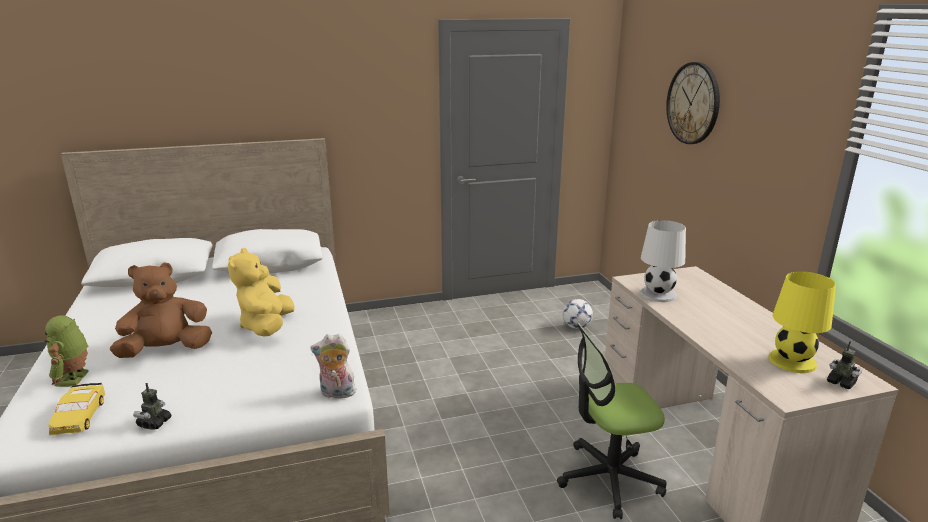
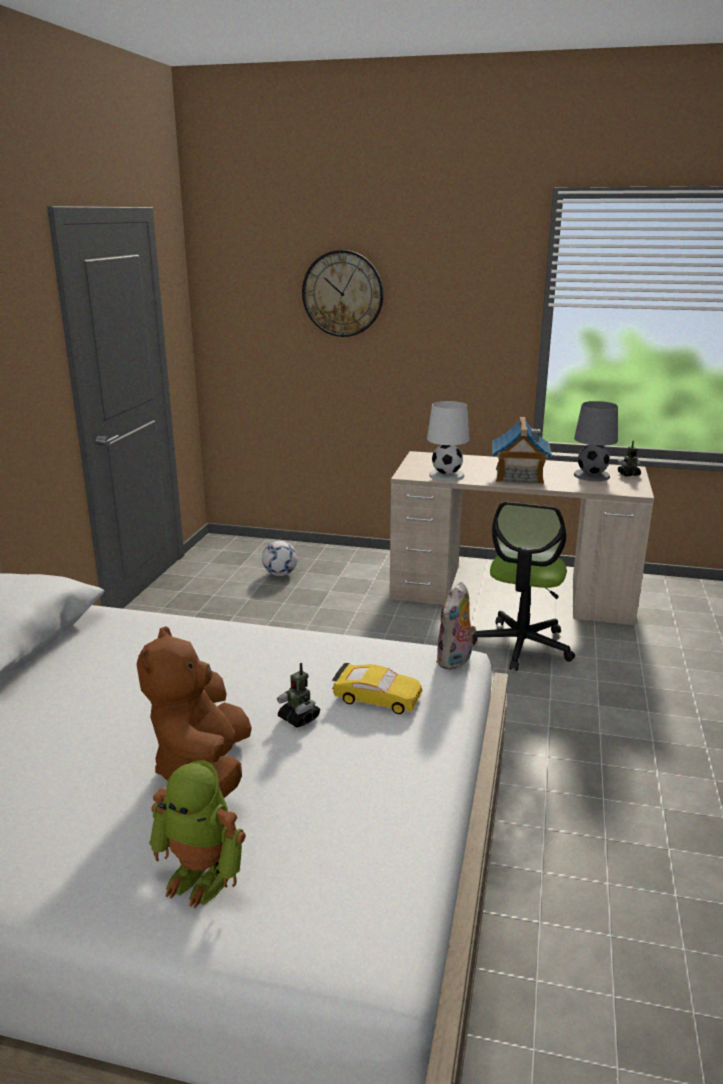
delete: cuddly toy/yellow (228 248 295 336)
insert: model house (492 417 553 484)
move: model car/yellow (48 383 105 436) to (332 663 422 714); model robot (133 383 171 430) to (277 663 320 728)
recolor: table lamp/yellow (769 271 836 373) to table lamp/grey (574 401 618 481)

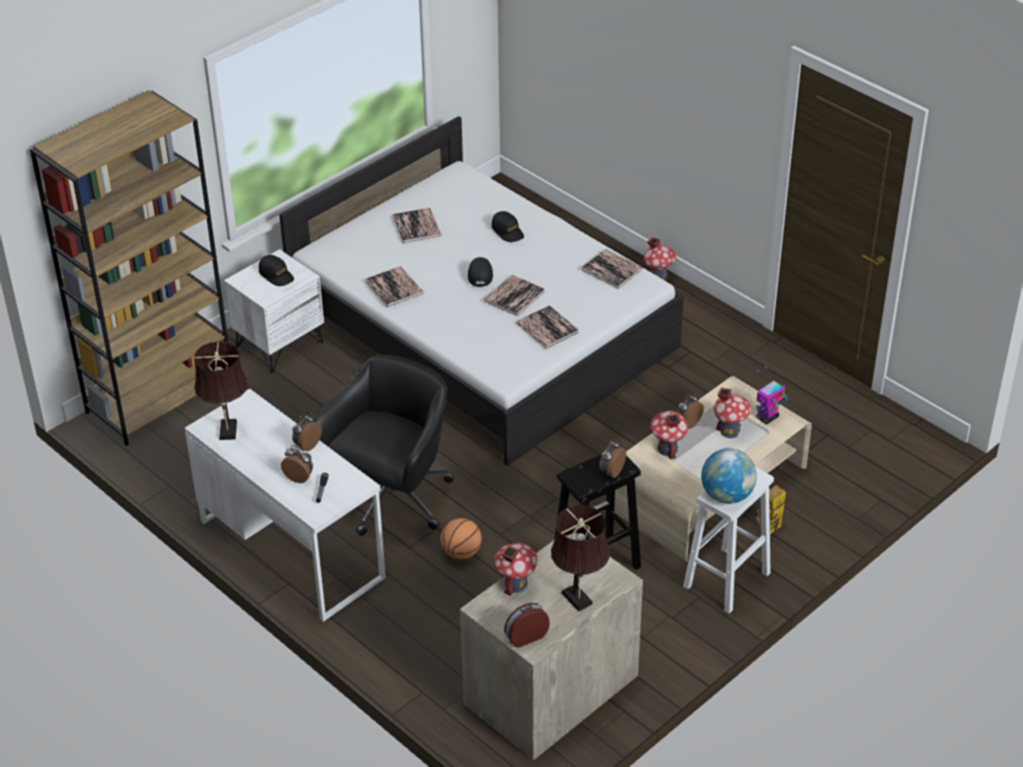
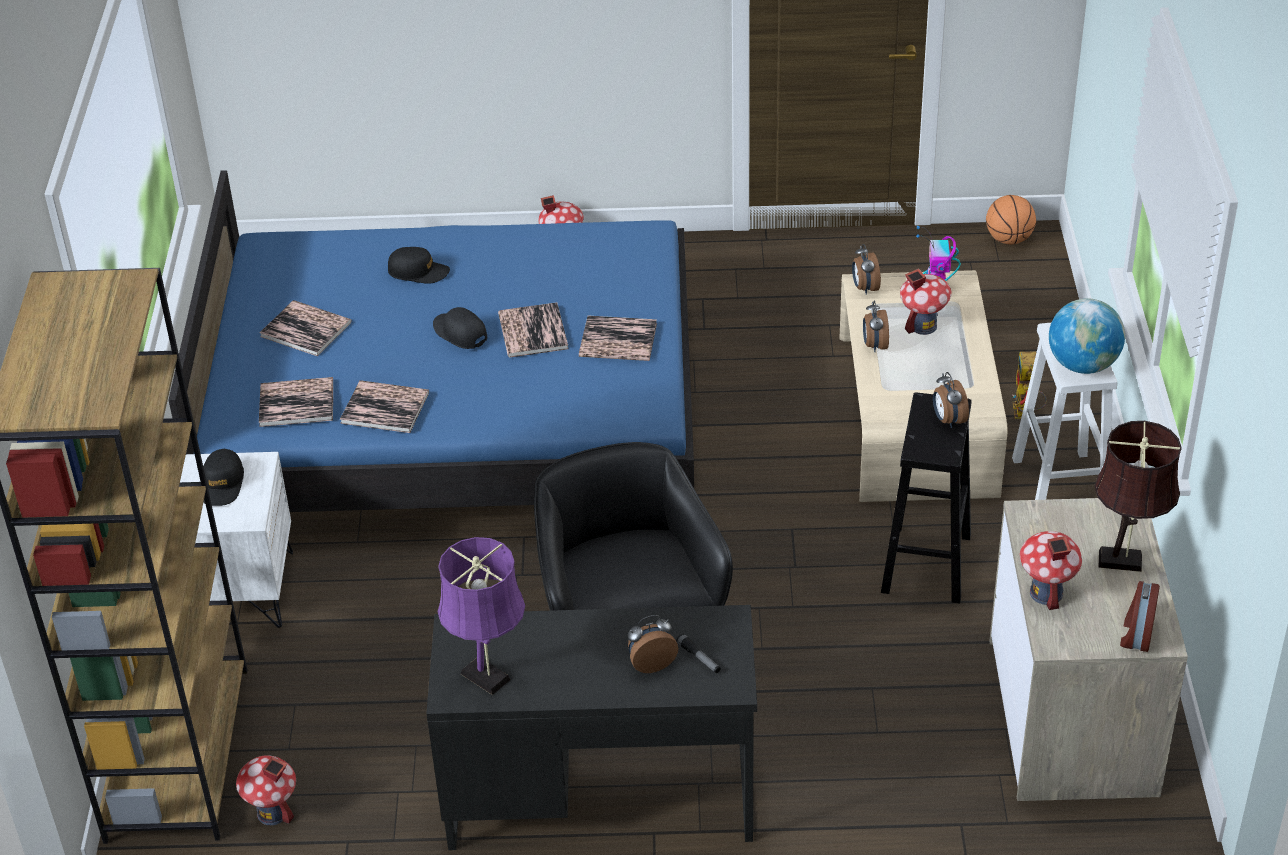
move: table clock (292 413 322 451) to (852 244 881 295); ball for basketball (440 518 482 559) to (986 195 1036 245); volume (581 249 643 289) to (259 377 333 427); model house (650 411 688 459) to (236 755 296 825)
recolor: desk unit/white (185 389 386 622) to desk unit/black (426 605 757 850); table lamp/brown-coloured (194 341 248 440) to table lamp/purple (438 537 525 695); bedroom bed/white (279 116 684 466) to bedroom bed/blue-coloured (168 170 694 512)
rotate: cap/black (259 255 294 286) = (203 449 244 506) 90 degrees clockwise

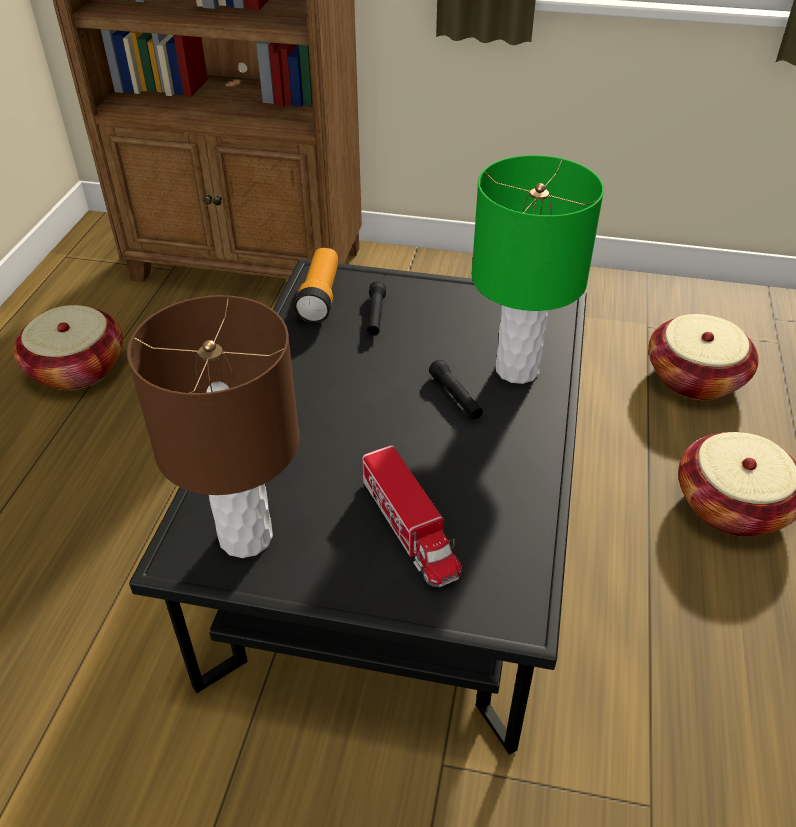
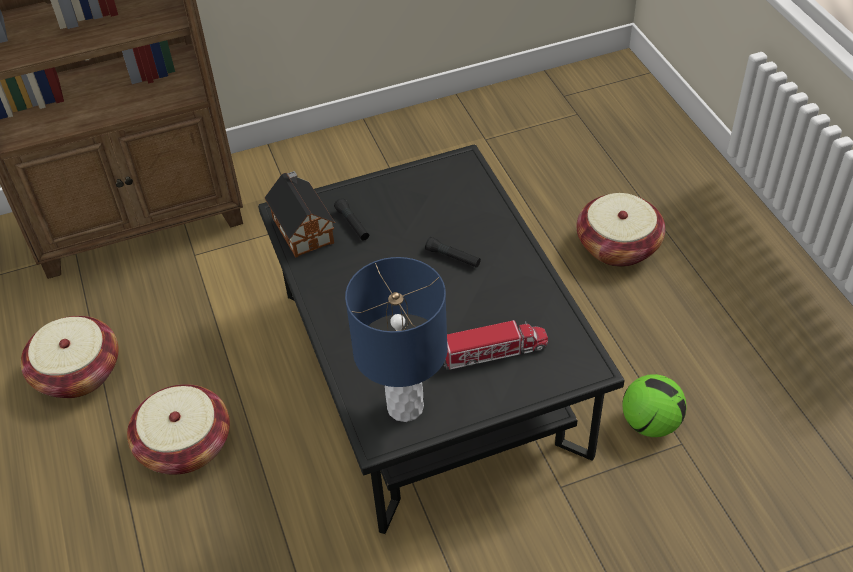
delete: table lamp/green-coloured (471 155 604 384)
insert: football (622 374 686 437)
move: basket (648 314 759 400) to (127 384 230 475)
replace: hand torch (294 248 338 323) to model house (264 171 335 258)
recolor: table lamp/brown-coloured (127 295 299 558) to table lamp/blue-coloured (345 257 448 422)
rotate: toy truck (362 445 462 587) = (444 320 548 370) 45 degrees counterclockwise

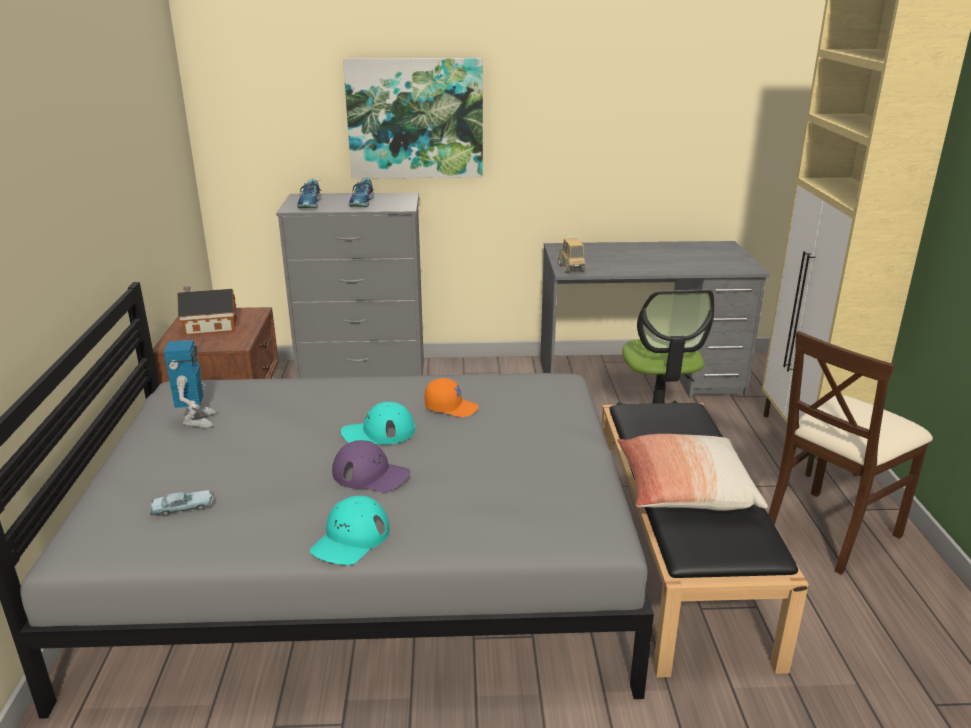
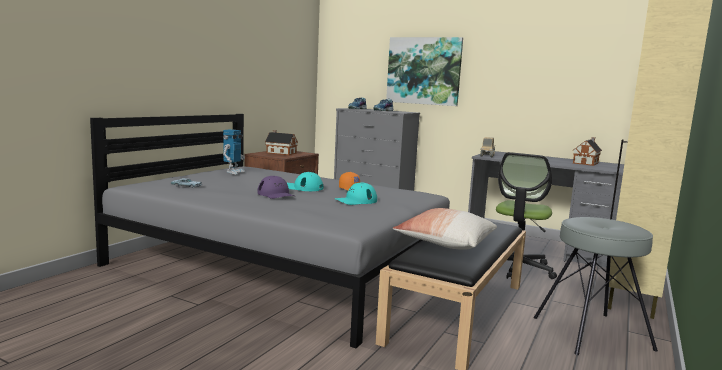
insert: model house (573 137 602 166)
move: cap/turquoise (310 496 390 565) to (334 183 377 205)
replace: plain chair/beige-coloured (768 331 933 575) to stool/grey (534 217 658 355)

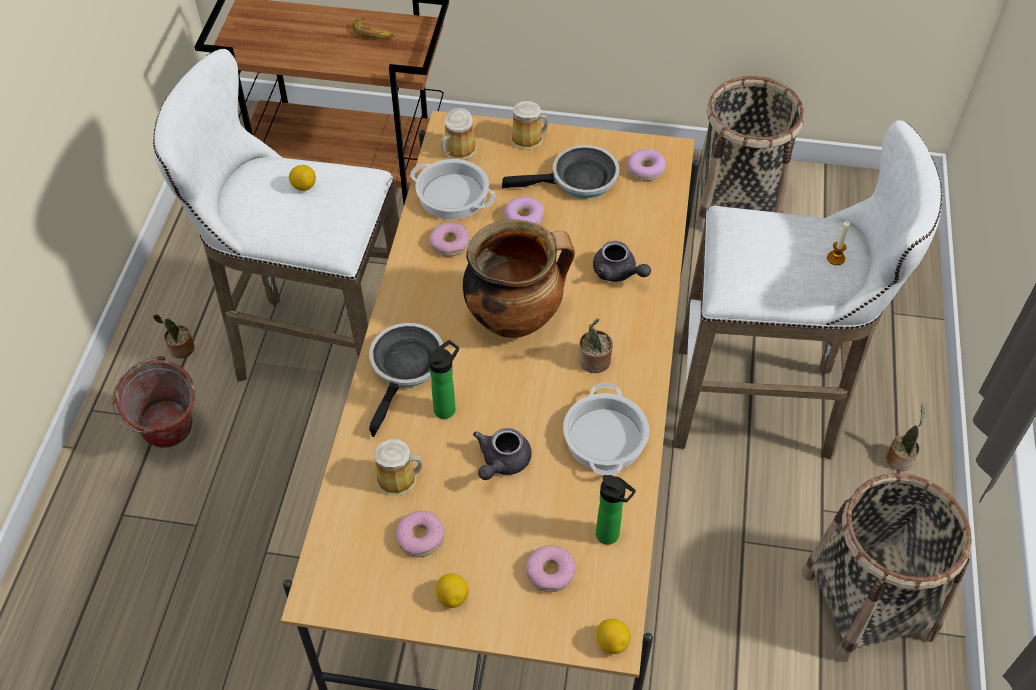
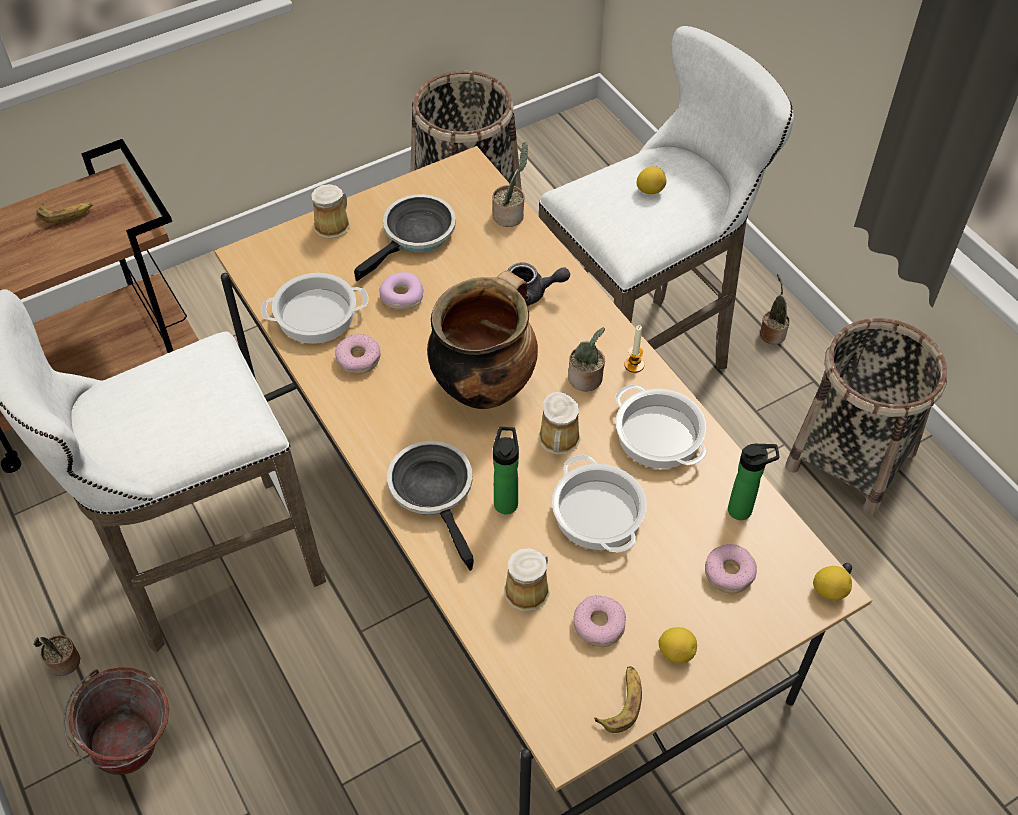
delete: ring doughnut (628 149 666 181)
insert: potted plant (493 142 528 227); banana (594 666 642 733)
move: lemon (289 165 316 191) to (637 166 667 194); tea mug (441 108 477 160) to (538 392 581 454); candle (827 222 850 265) to (624 325 644 373)
replace: teapot/grey (473 428 532 480) to stockpot (552 455 647 553)

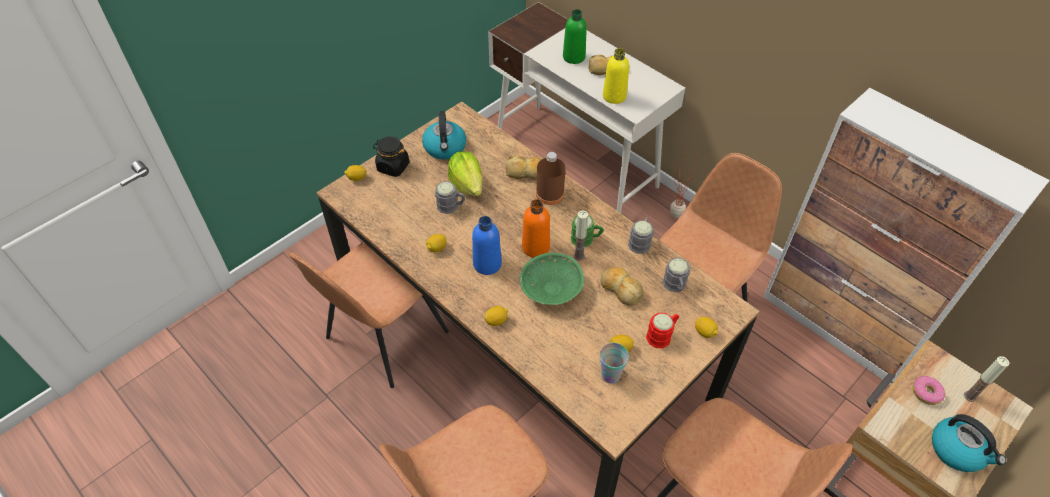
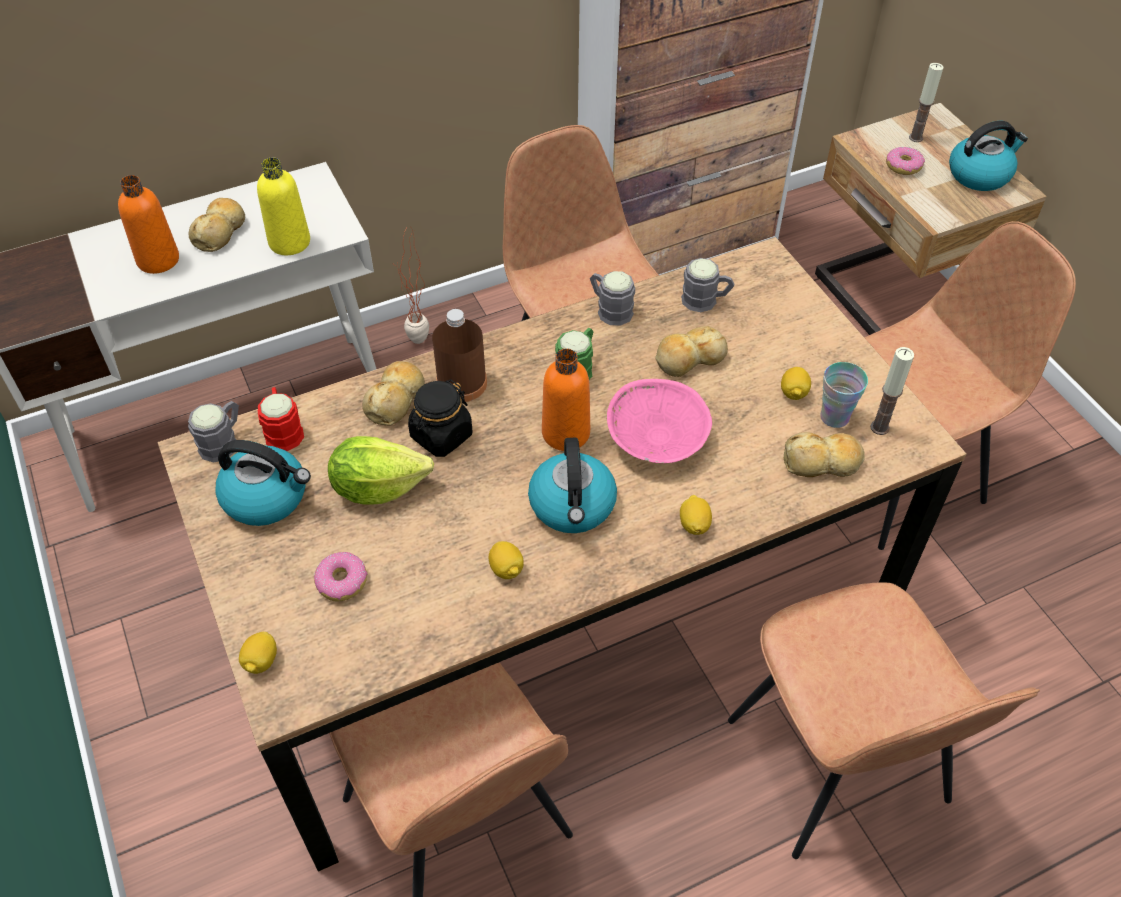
delete: lemon (695 317 718 338)
insert: ring doughnut (314 552 367 602); bread (784 432 865 477)
move: jar/black (373 136 410 177) to (408 379 473 457); tea mug/grey (435 181 466 214) to (188 401 239 463); candle (573 210 588 261) to (871 347 914 435); tea mug/reddish (646 313 679 348) to (257 387 304 451)
replace: bottle/blue-coloured (472 216 502 275) to kettle (528 438 617 533)
recolor: serving bowl/green-coloured (520 253 584 305) to serving bowl/pink-coloured (607 379 712 463); bottle/green-coloured (563 9 587 64) to bottle/orangey (118 175 179 274)

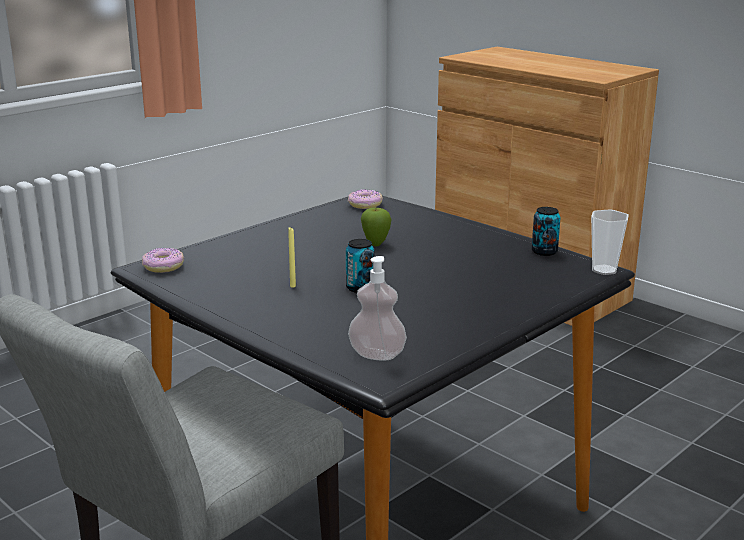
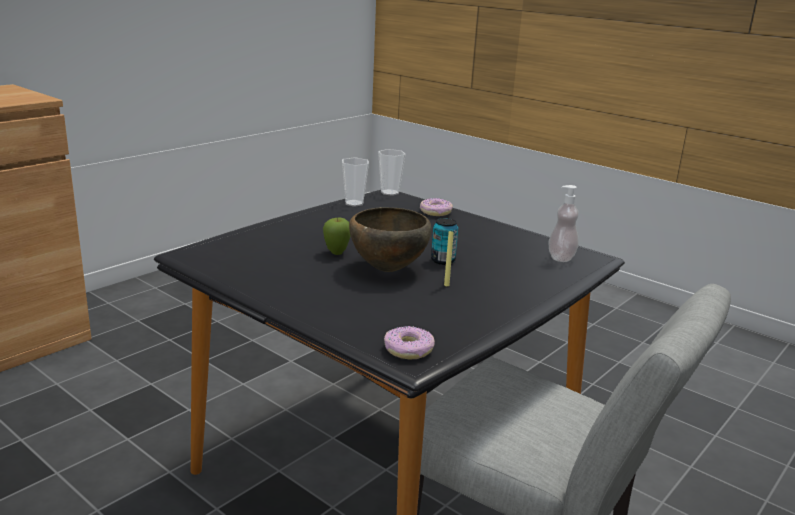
insert: serving bowl/brown-coloured (349 207 432 272)
move: ring doughnut (348 189 383 209) to (420 198 453 216)
replace: metal can (532 207 561 256) to drinking cup (342 158 369 207)

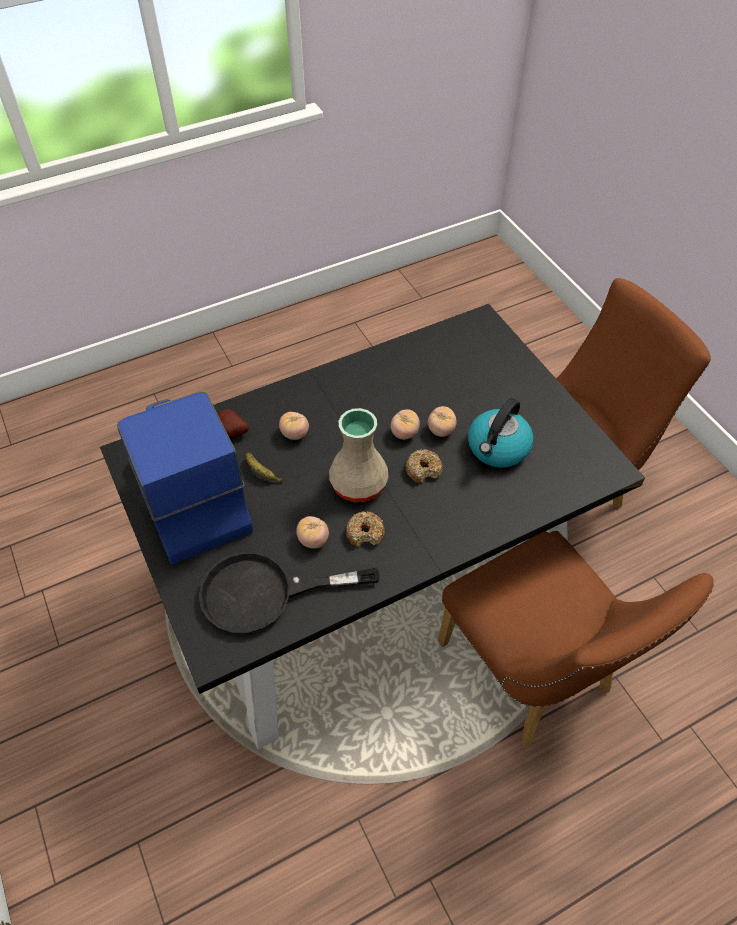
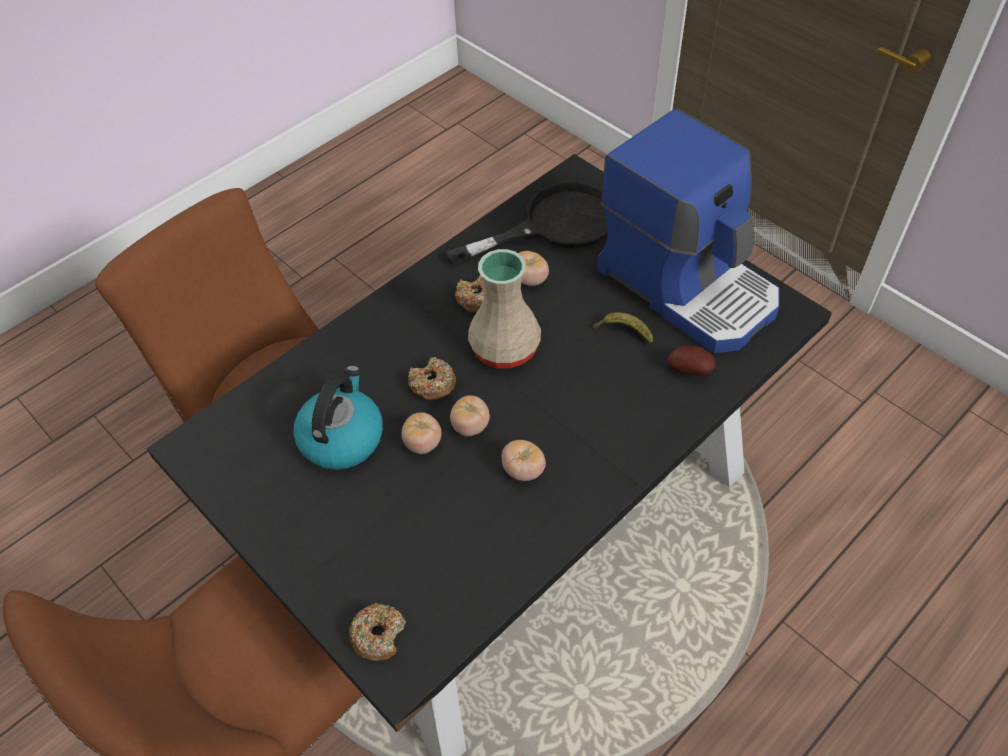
insert: ring doughnut (349 603 406 661)
move: tomato (279 412 309 440) to (502 440 546 481)

